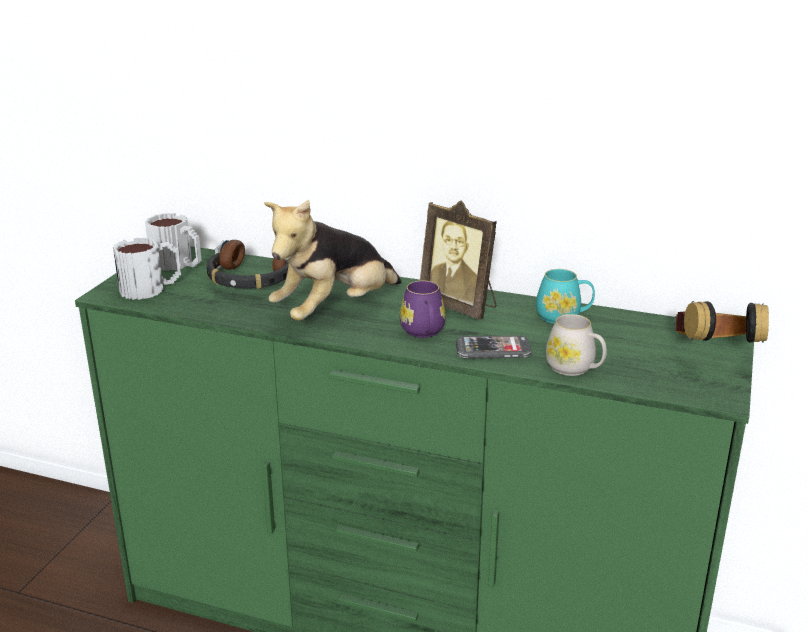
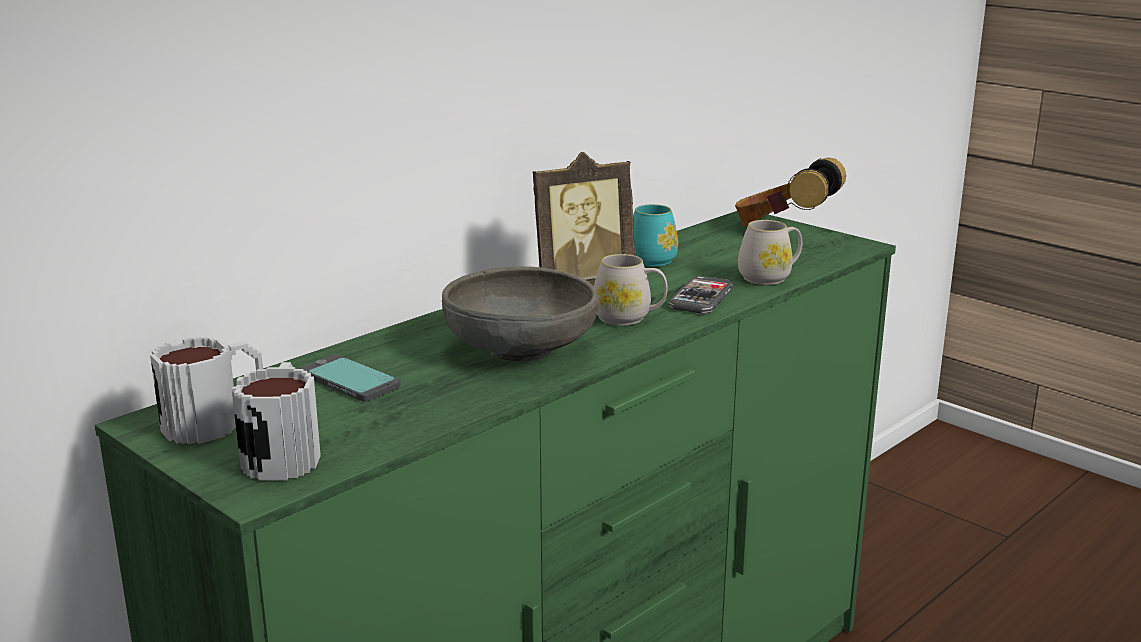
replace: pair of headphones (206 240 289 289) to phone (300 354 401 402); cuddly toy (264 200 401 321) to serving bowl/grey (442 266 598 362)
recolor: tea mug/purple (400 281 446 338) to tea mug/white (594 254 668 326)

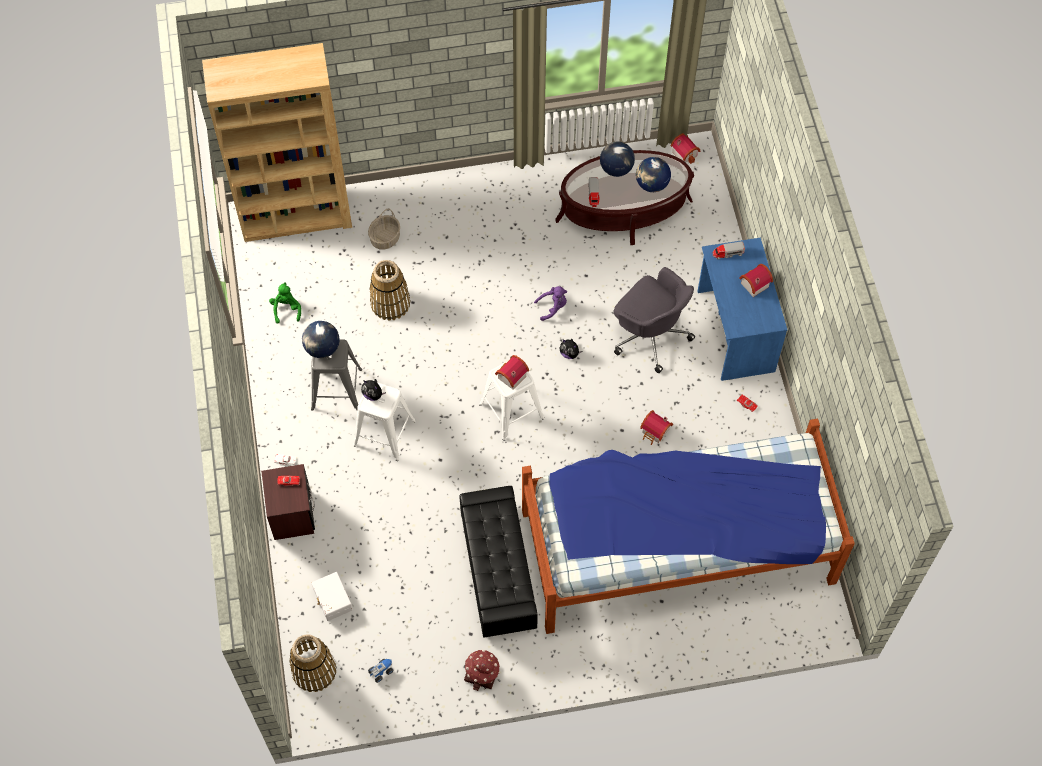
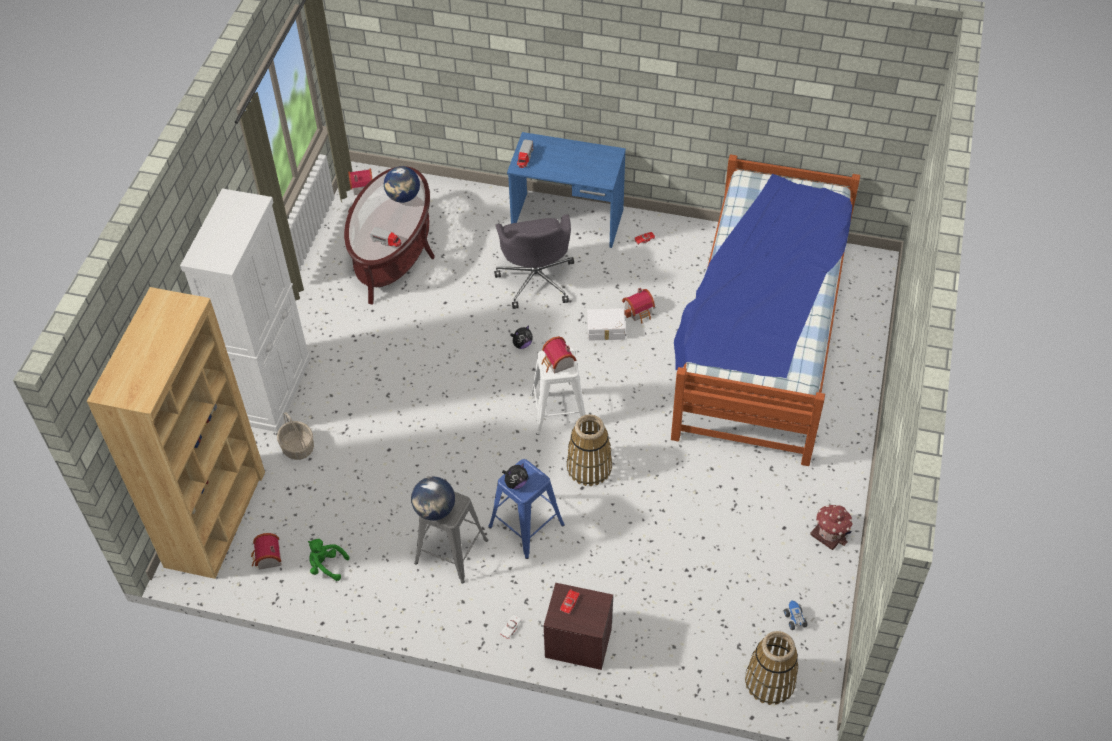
delete: ottoman/black (459 486 538 638); cuddly toy/purple (534 286 567 321); desk globe (600 141 635 177)
insert: cupboard/white (180 188 311 432)
move: storage bin/white (312 572 353 621) to (587 308 626 341); basket (370 260 410 321) to (566 414 612 486); model house (739 264 773 297) to (251 533 281 570)
recolor: stool/white (353 382 416 461) to stool/blue-coloured (488 459 565 559)
rotate: desk chair/grey (614 267 695 373) = (494 214 574 309) 105 degrees clockwise

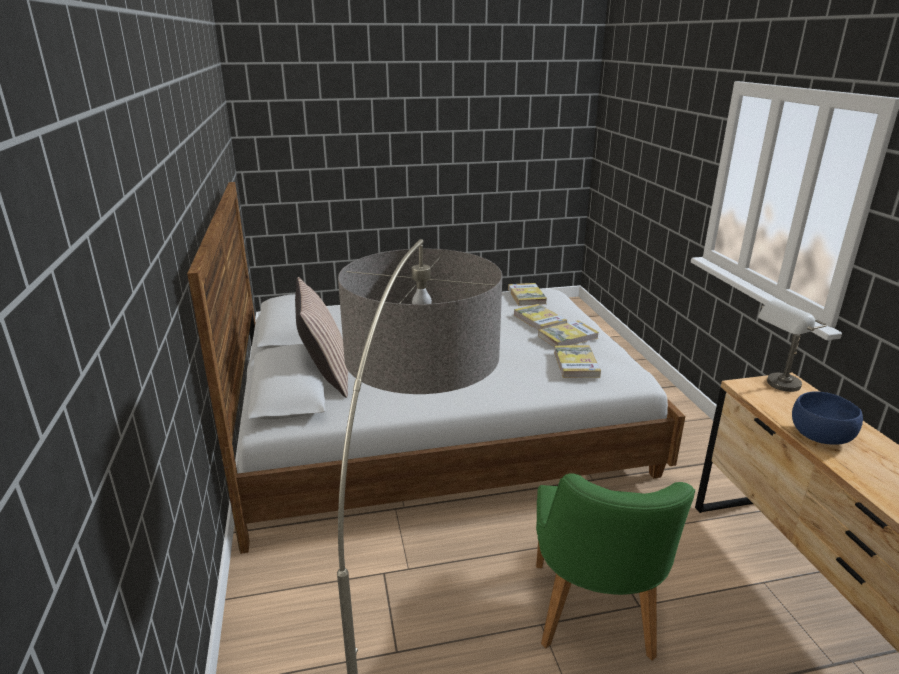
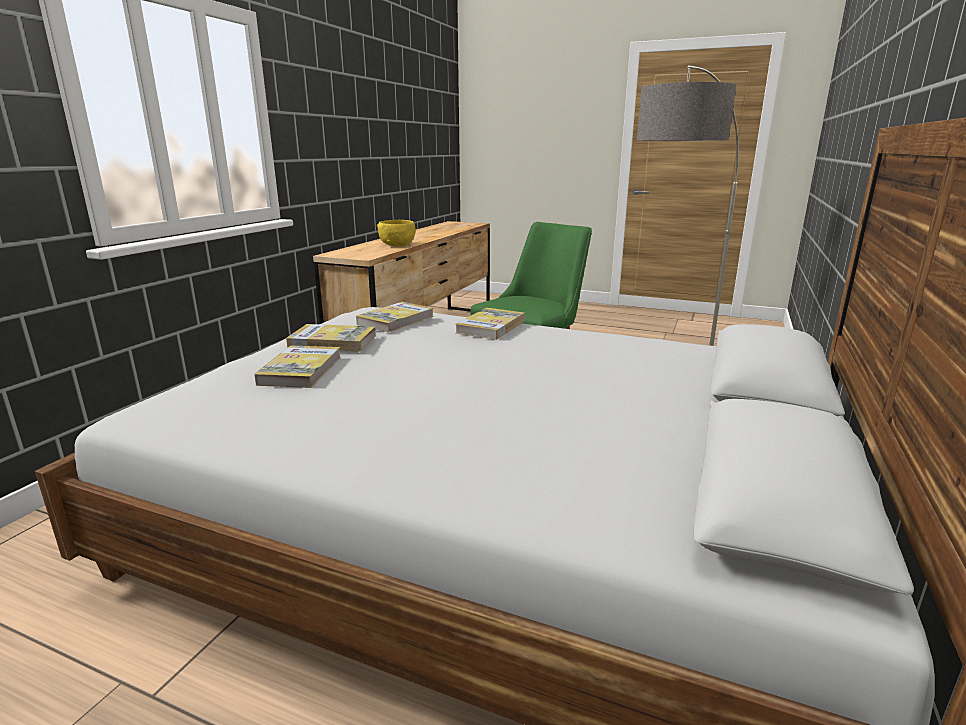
delete: throw pillow (295 277 348 398); table lamp/grey (758 300 827 392)
move: volume (508 283 547 306) to (455 308 525 340)
recolor: serving bowl/blue-coloured (792 391 863 445) to serving bowl/yellow (377 220 415 246)

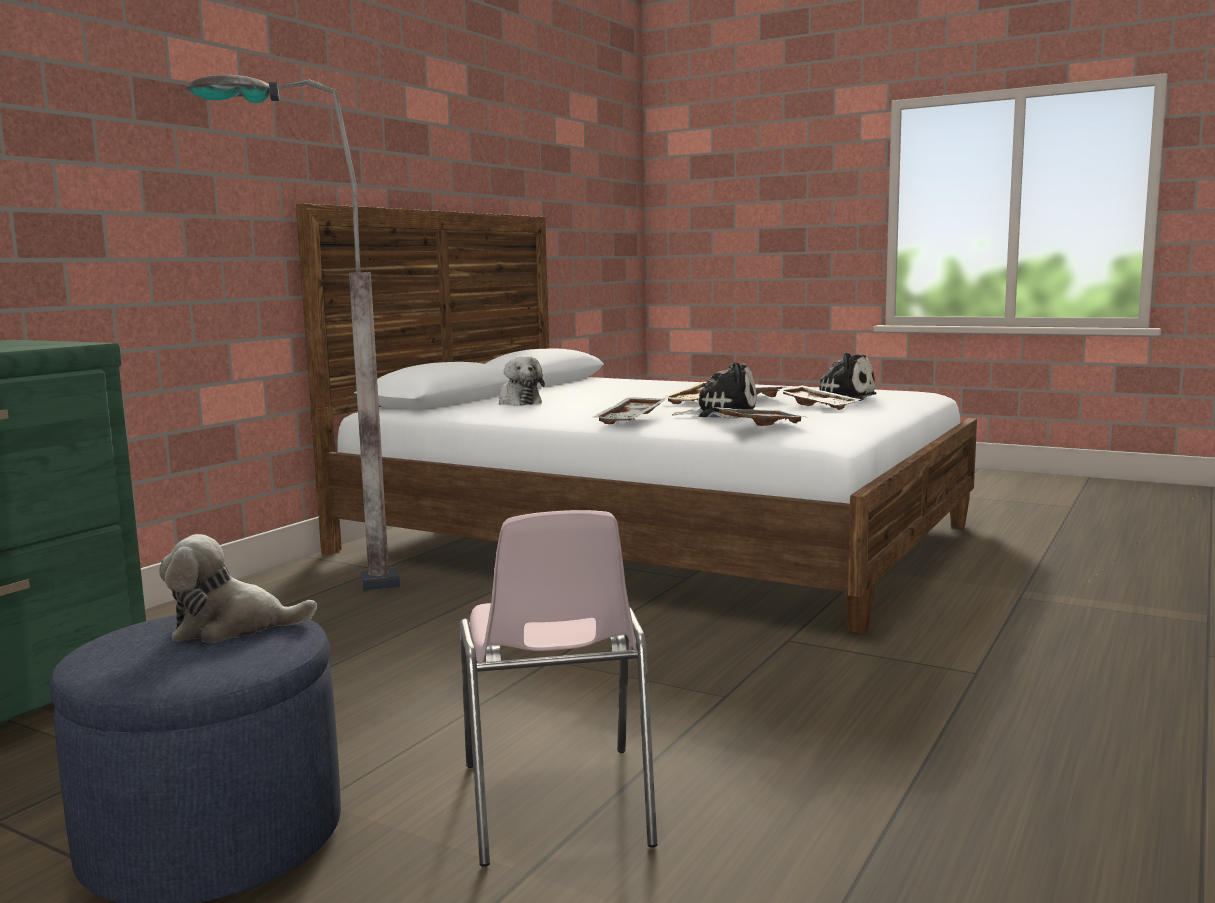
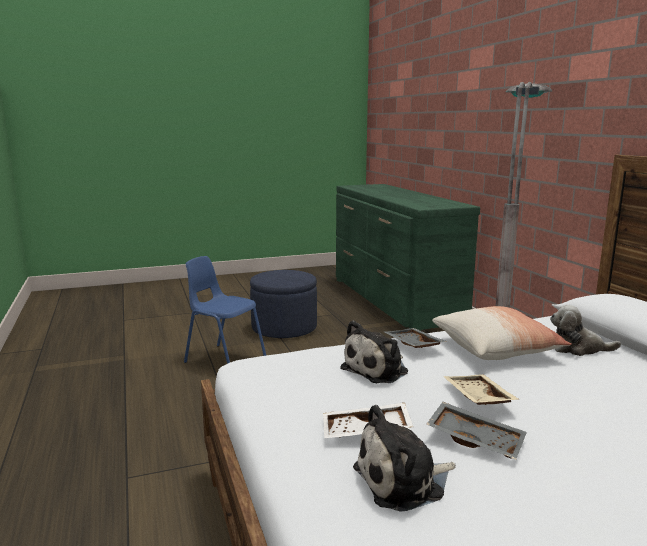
delete: cuddly toy (159 534 317 643); carrying tray/grey (714 407 809 426)
insert: throw pillow (432 306 572 360)
recolor: plain chair/pink-coloured (460 510 657 867) to plain chair/blue-coloured (184 256 266 364)

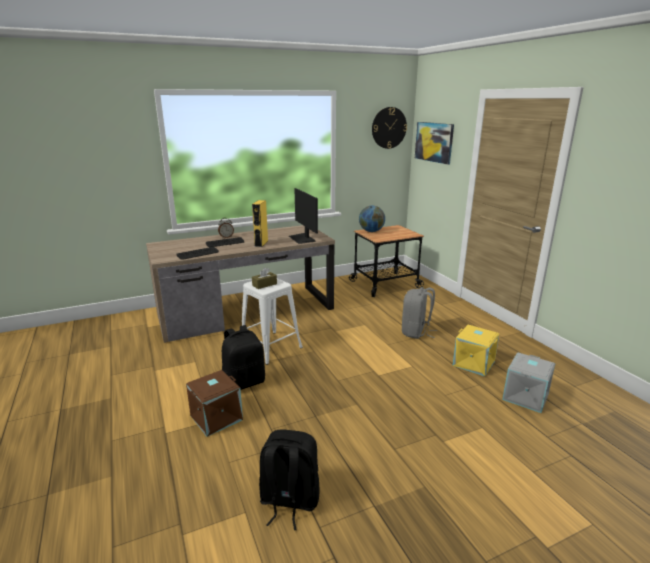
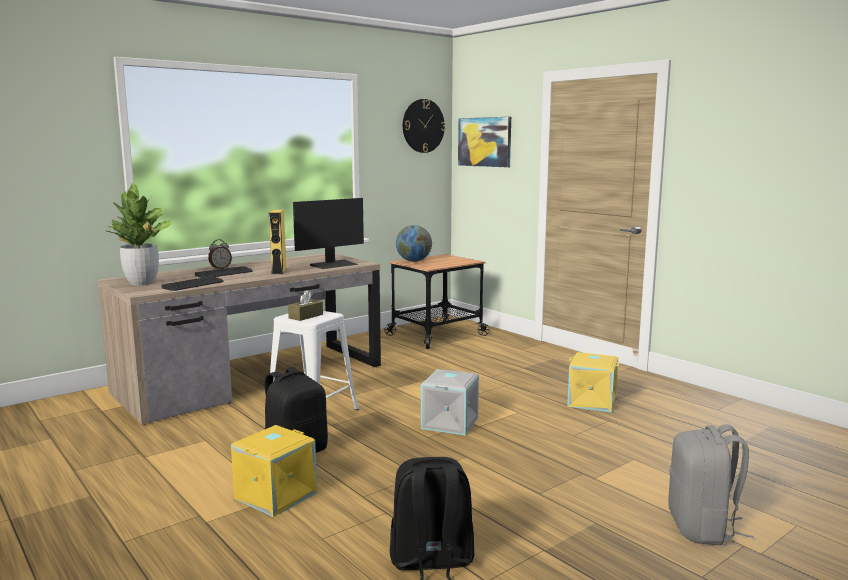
insert: potted plant (107 183 173 285)
move: rucksack/grey (402 287 437 339) to (668 424 753 545); storage bin/grey (502 353 555 413) to (421 369 479 436)
recolor: storage bin/brown-coloured (186 370 243 437) to storage bin/yellow (231 425 317 517)
rotate: computer screen (289 188 318 244) = (293 198 364 269) 90 degrees counterclockwise

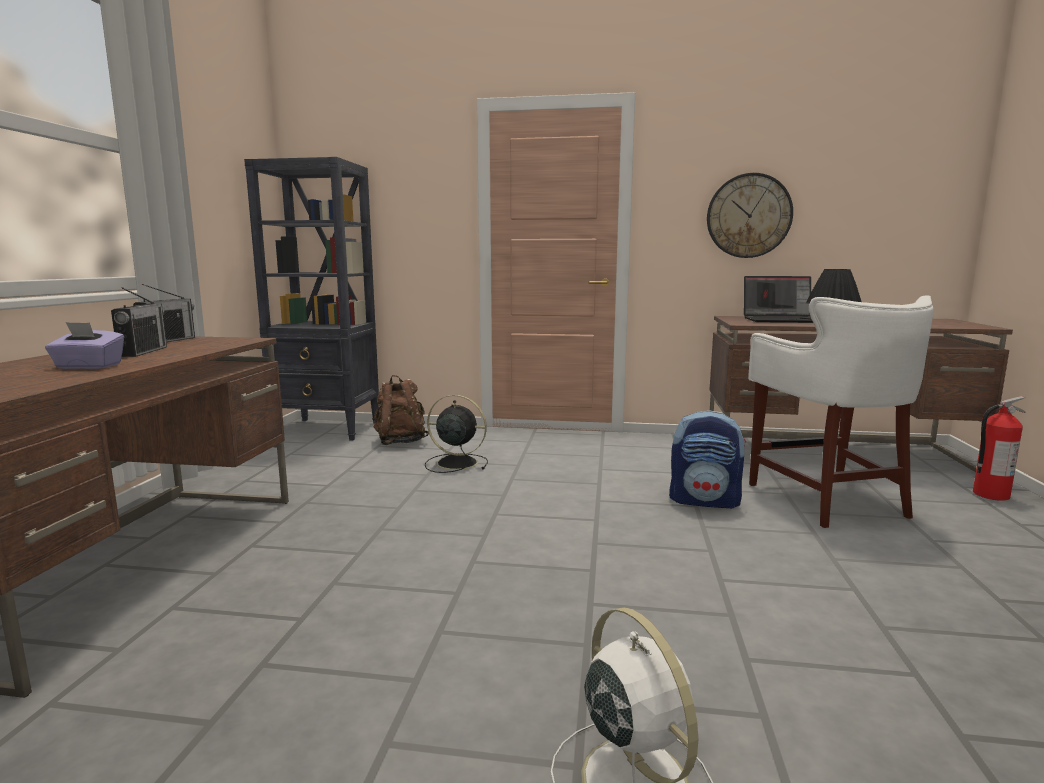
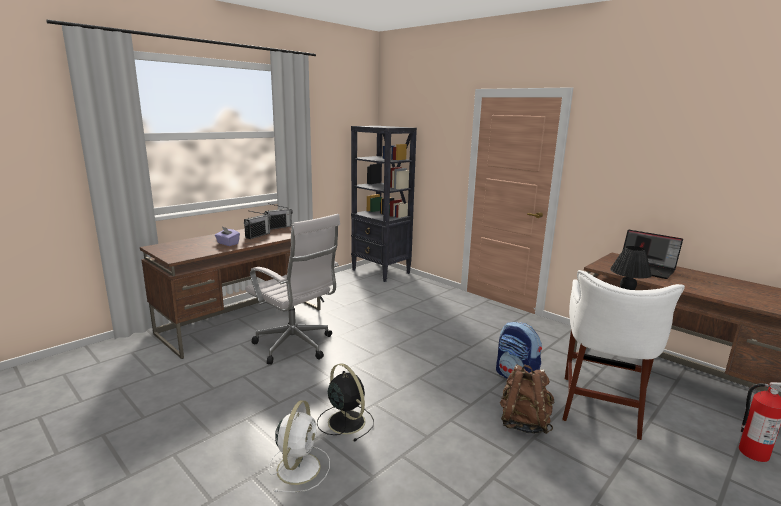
delete: wall clock (707 173 793 258)
insert: desk chair/white (245 214 340 364)
move: rucksack/brown-coloured (373 375 429 445) to (500 364 554 434); electric fan/black (425 395 488 473) to (317 363 374 441)

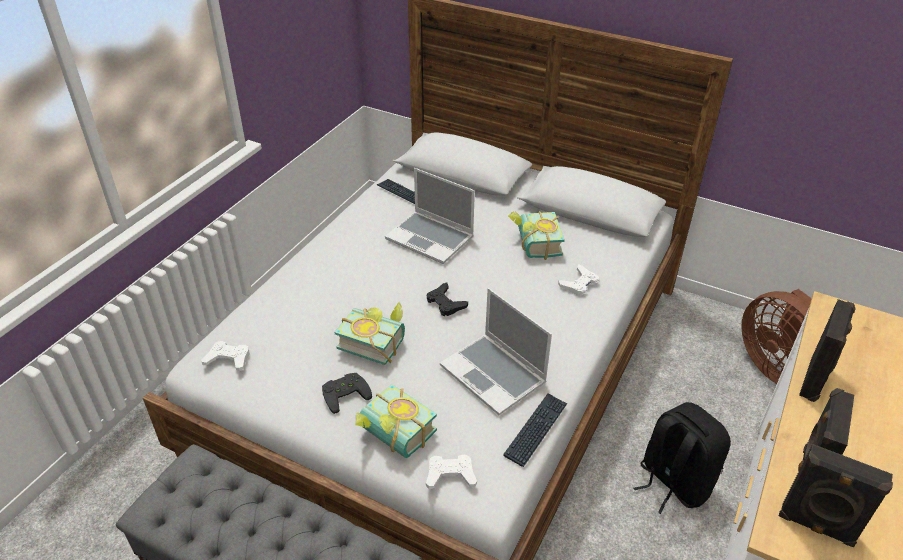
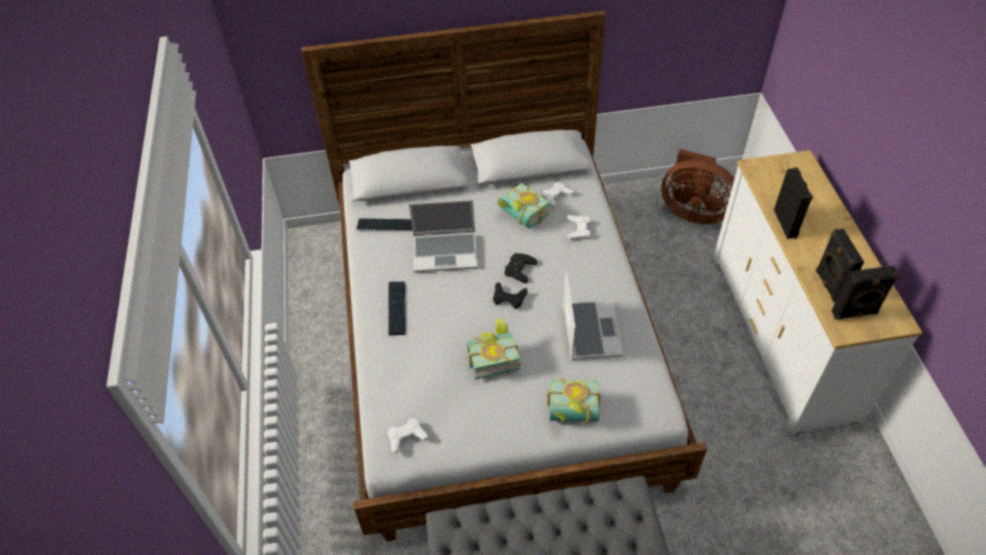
delete: rucksack/black (633 402 731 514)
move: game controller/black (322 373 372 414) to (505 253 537 283); game controller/white (426 454 477 489) to (541 182 574 207); PC keyboard (503 393 567 467) to (389 281 406 335)
rotate: laptop (440 288 552 415) = (563 272 624 360) 105 degrees counterclockwise

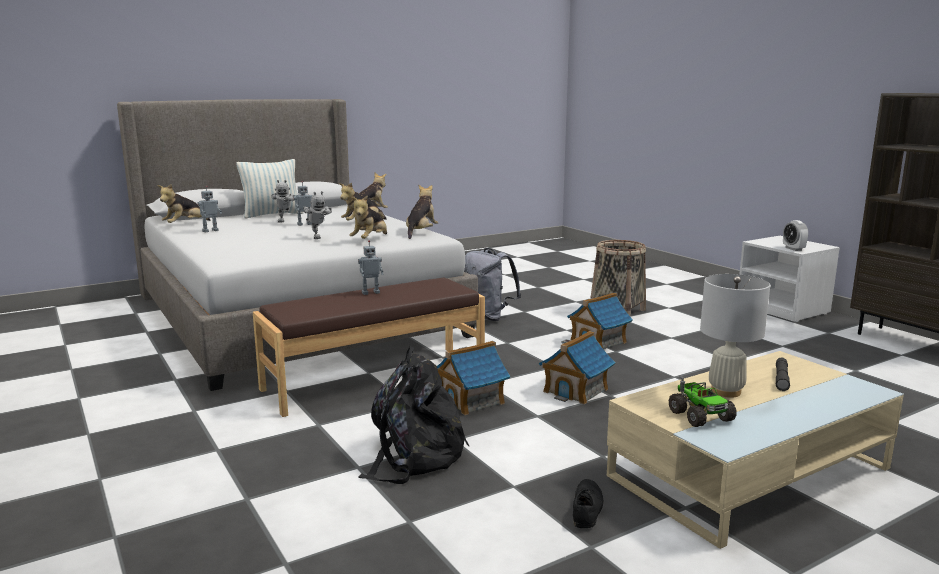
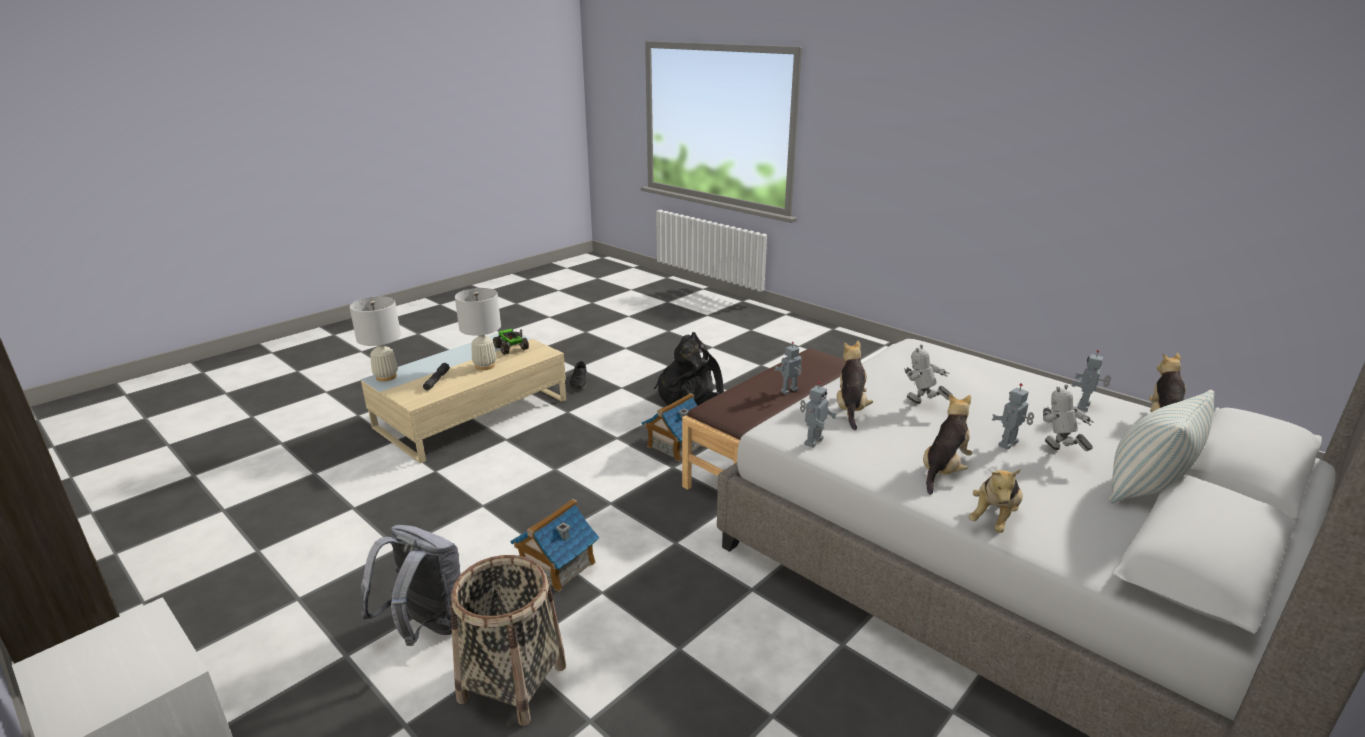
delete: model house (539 331 616 405); table clock (783 220 808 251)
insert: table lamp/white (350 297 401 382)
move: rucksack/grey (464 248 521 321) to (361 525 461 646)
replace: cuddly toy (406 185 438 239) to model robot (800 381 837 448)

